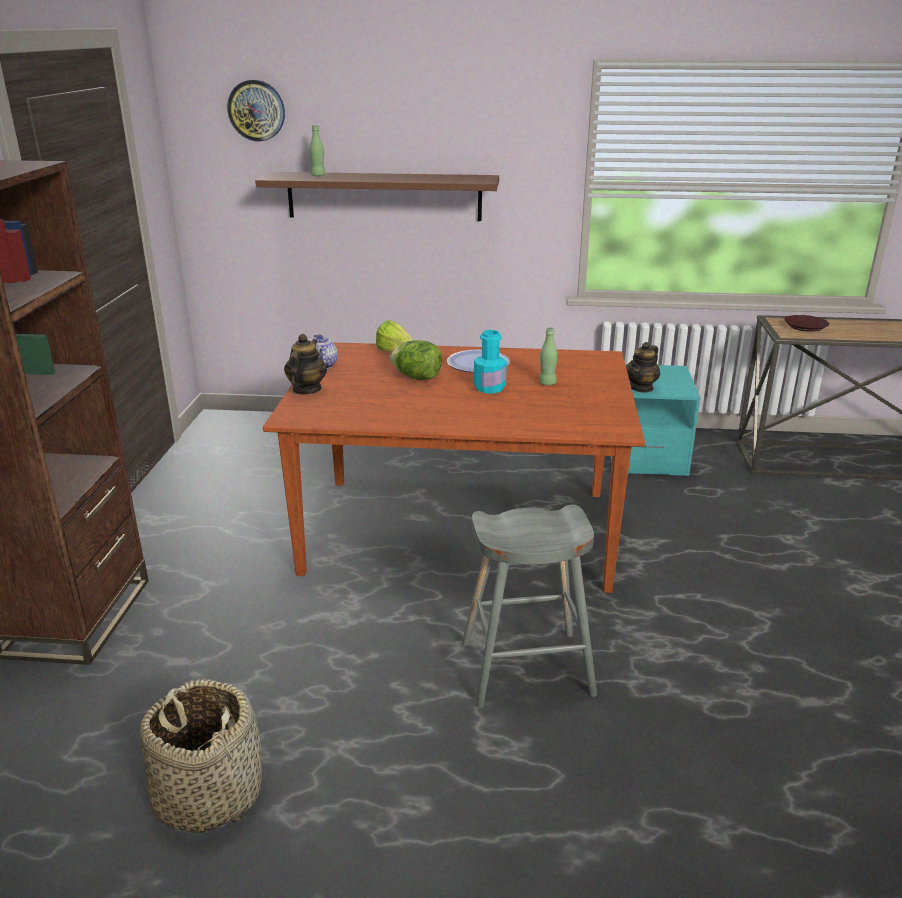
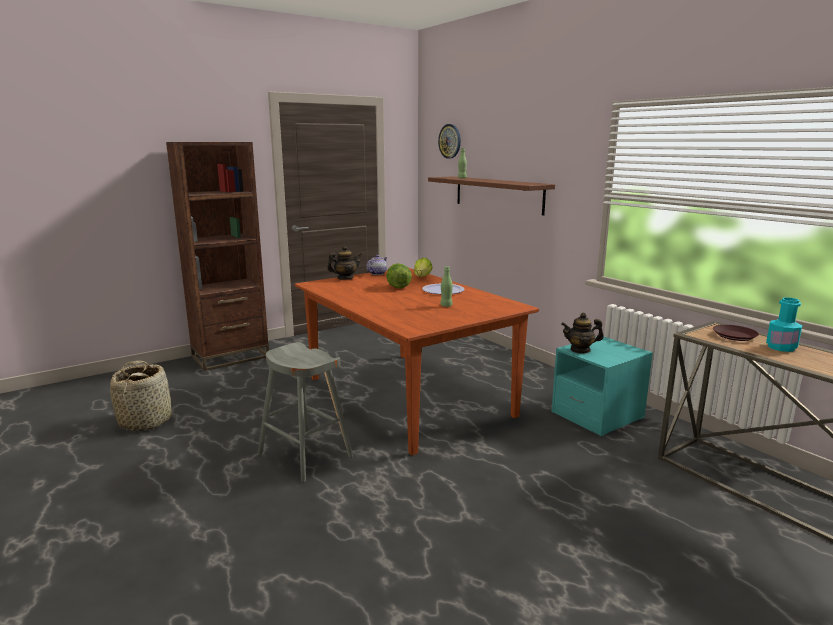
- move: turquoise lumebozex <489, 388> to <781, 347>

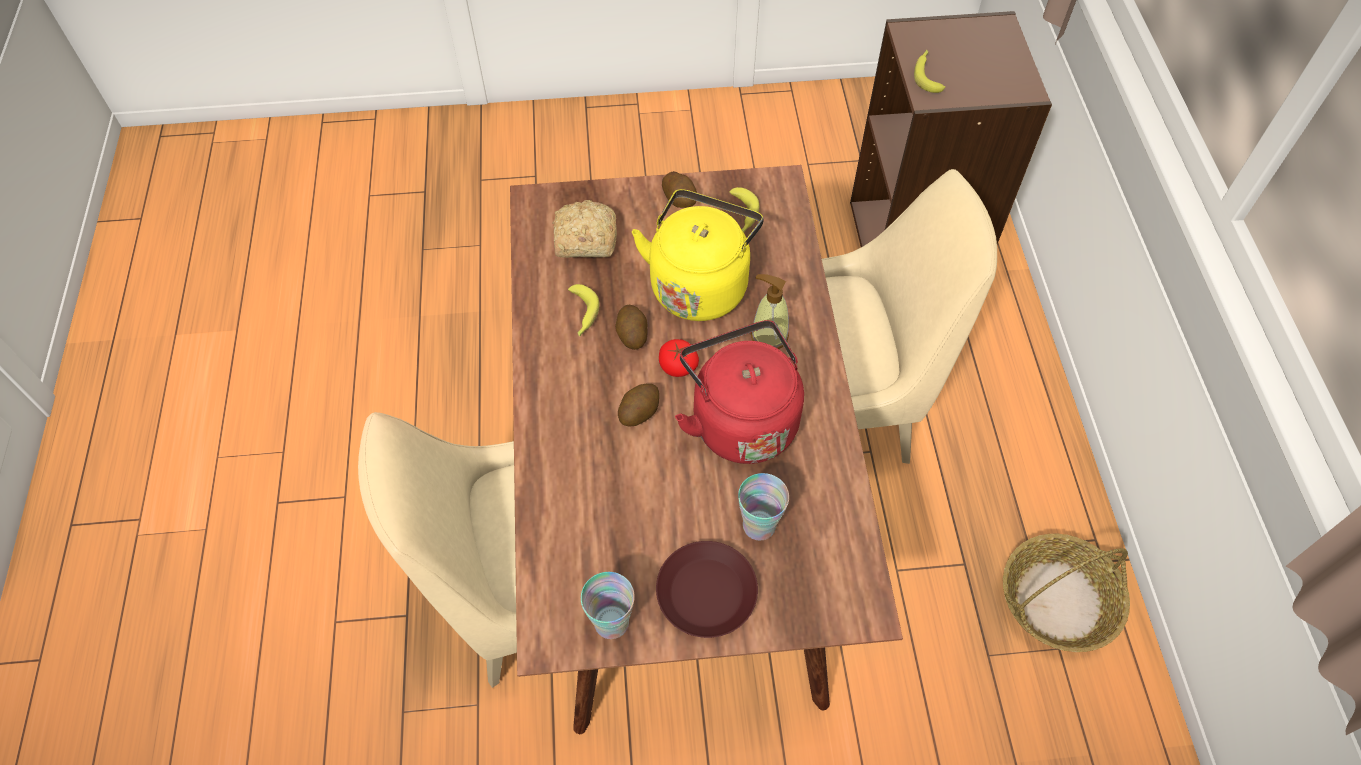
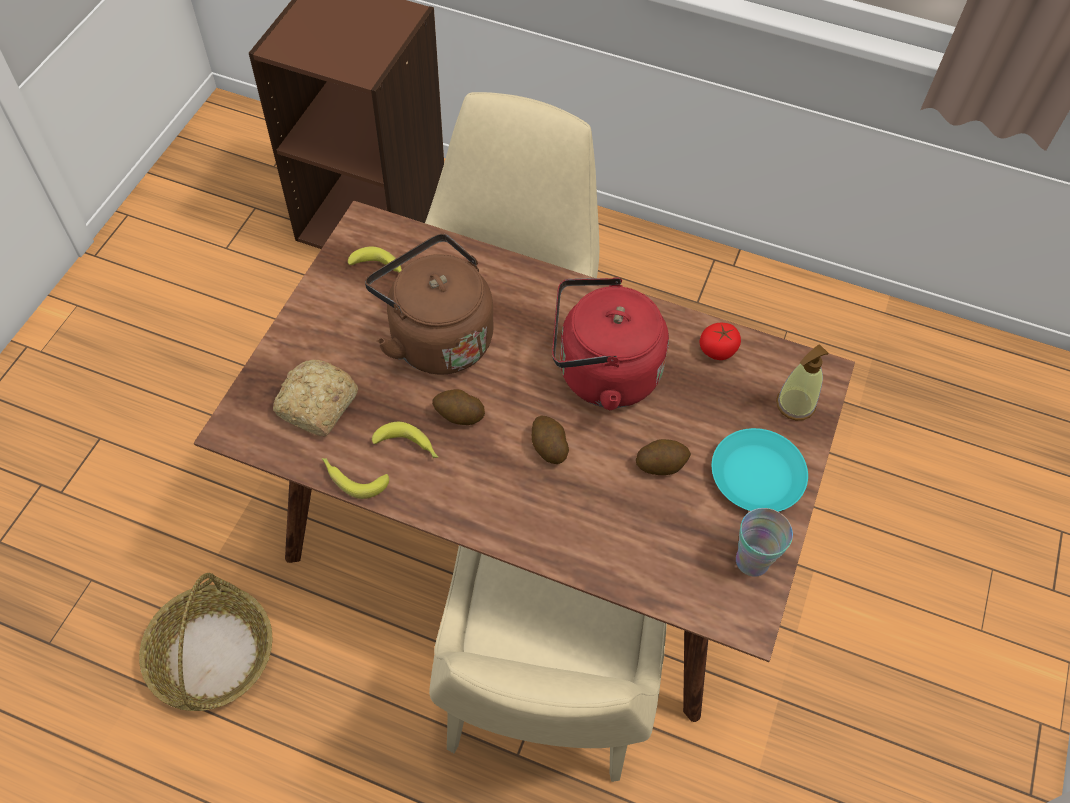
- move: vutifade <1058, 599> to <212, 654>
- move: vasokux <927, 74> to <353, 478>
- recolor: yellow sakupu <700, 284> to brown sakupu <436, 337>
- move: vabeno <680, 199> to <661, 464>
- move: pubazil <678, 366> to <718, 349>
- recolor: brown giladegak <707, 593> to turquoise giladegak <757, 475>
- move: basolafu <769, 335> to <795, 404>
- delete: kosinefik <759, 525>

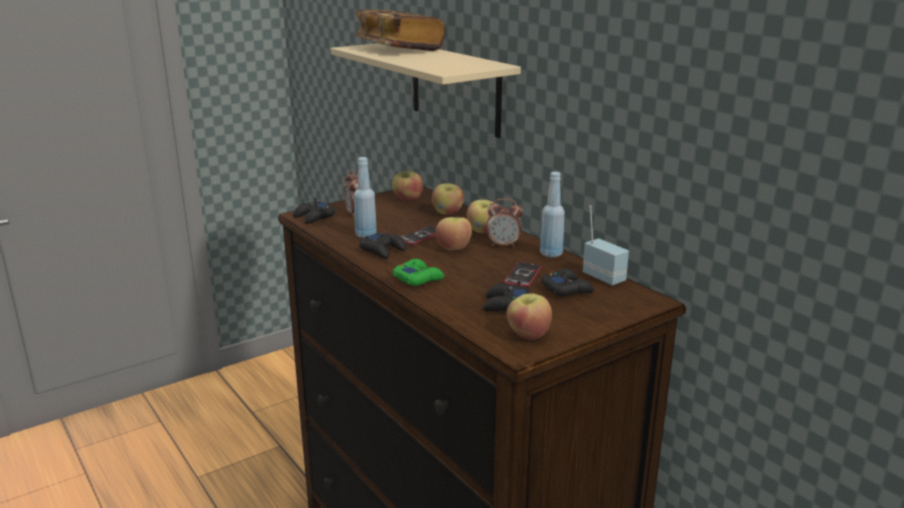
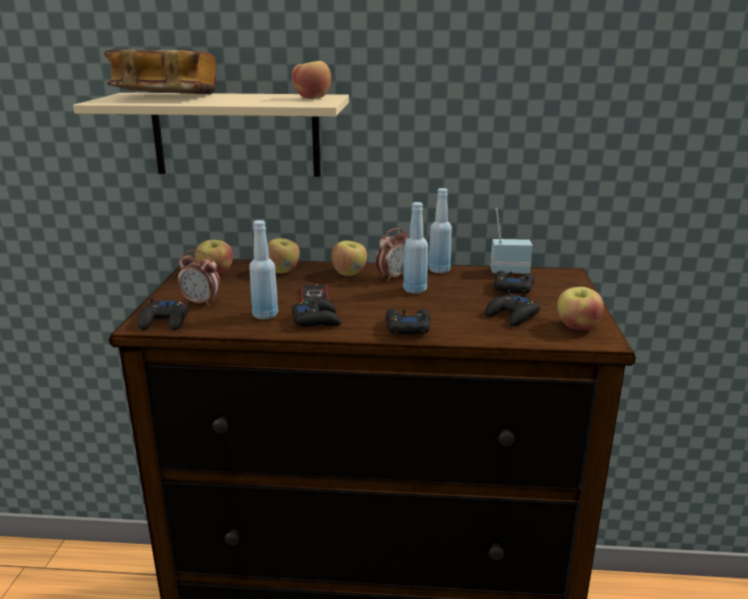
- move: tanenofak <453, 248> to <311, 98>
- recolor: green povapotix <418, 278> to black povapotix <407, 327>
- insert: blue lumebozex <415, 290>
- delete: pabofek <523, 275>

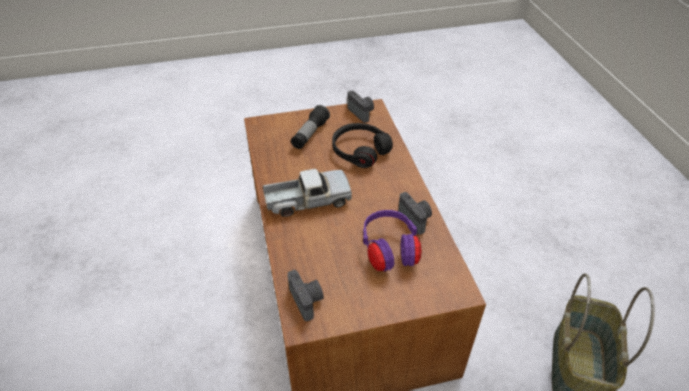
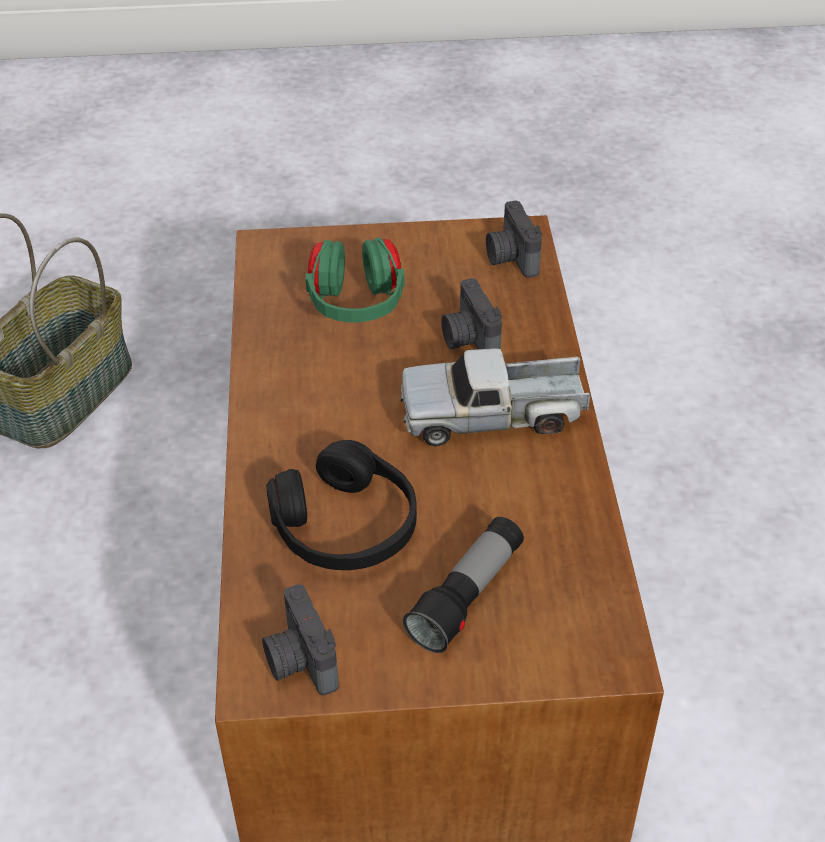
- recolor: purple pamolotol <389, 252> to green pamolotol <356, 307>
- move: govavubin <416, 219> to <468, 340>

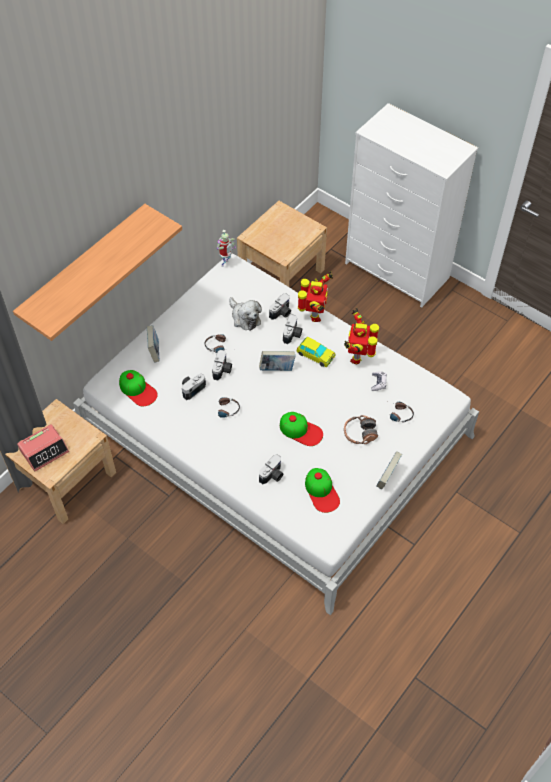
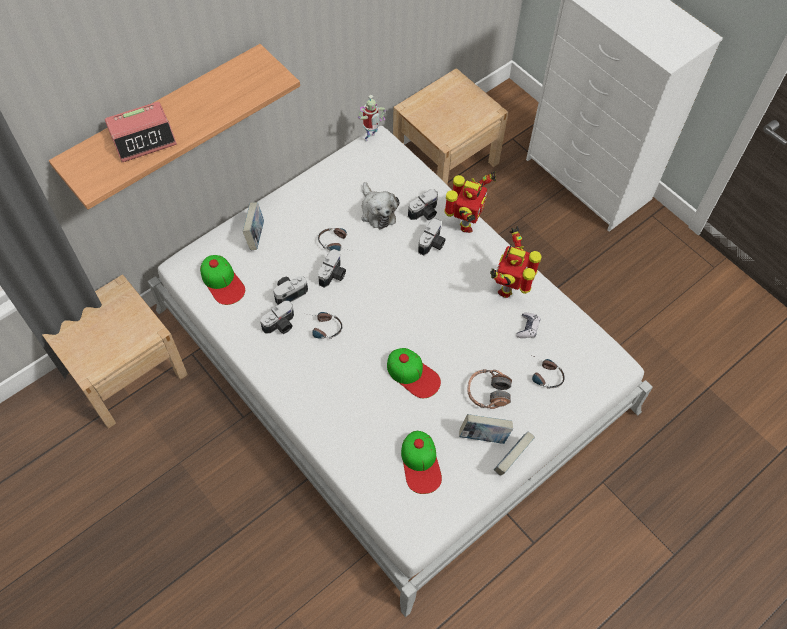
- move: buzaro <44, 450> to <143, 138>
- move: govavubin <273, 475> to <281, 325>
- move: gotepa <277, 369> to <483, 436>
- delete: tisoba <315, 355>

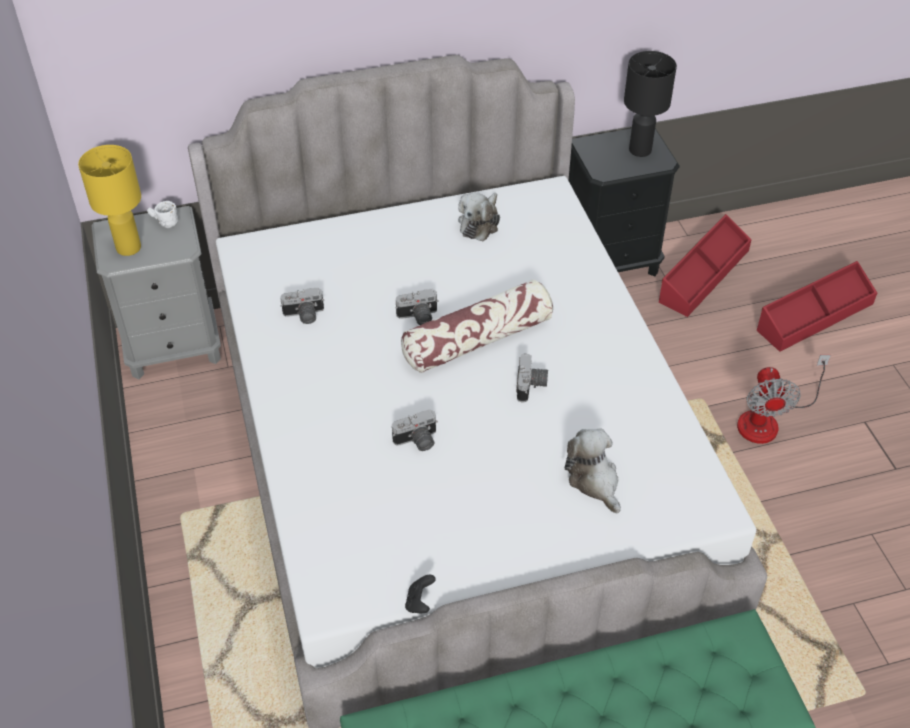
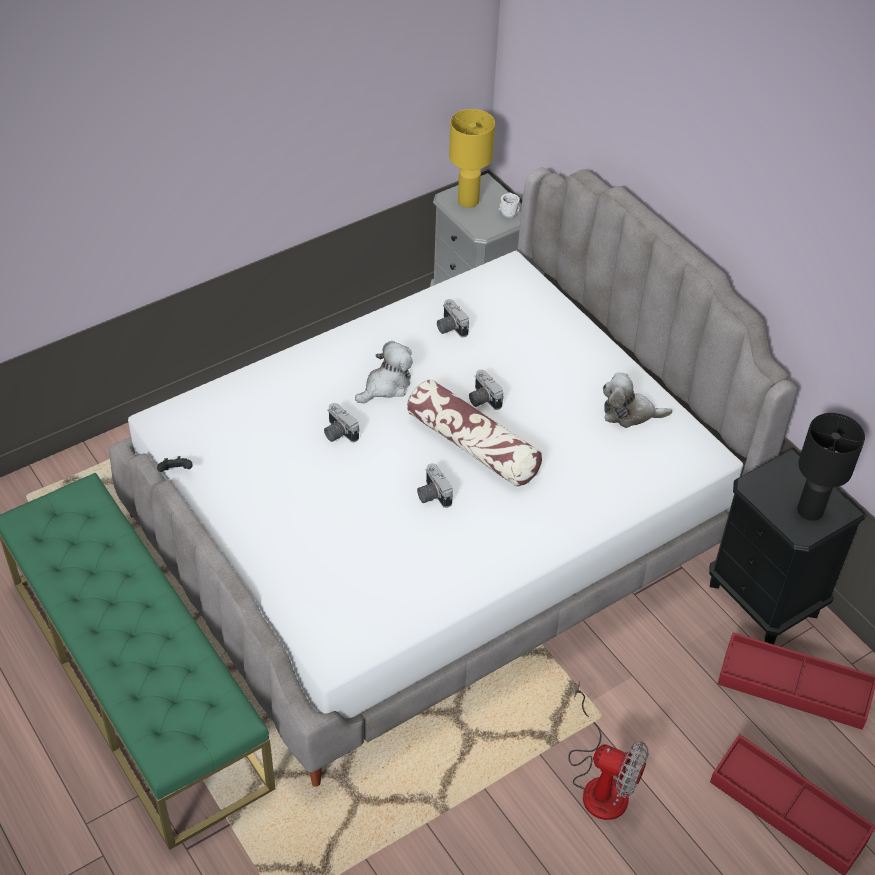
- move: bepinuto <594, 480> to <386, 386>
- rotate: govavubin <531, 386> = <431, 495> 75 degrees clockwise
- rotate: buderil <768, 420> = <600, 783> 135 degrees counterclockwise

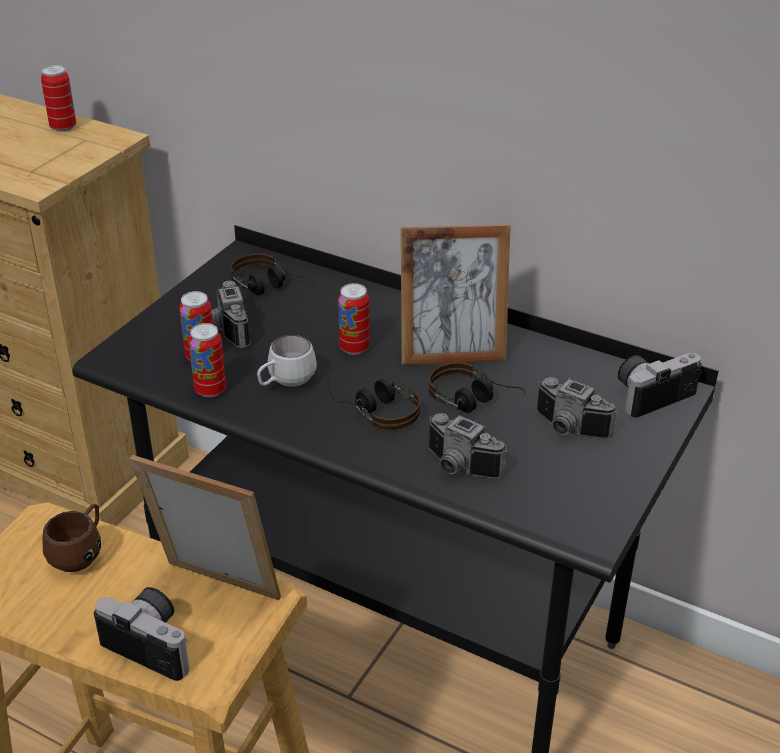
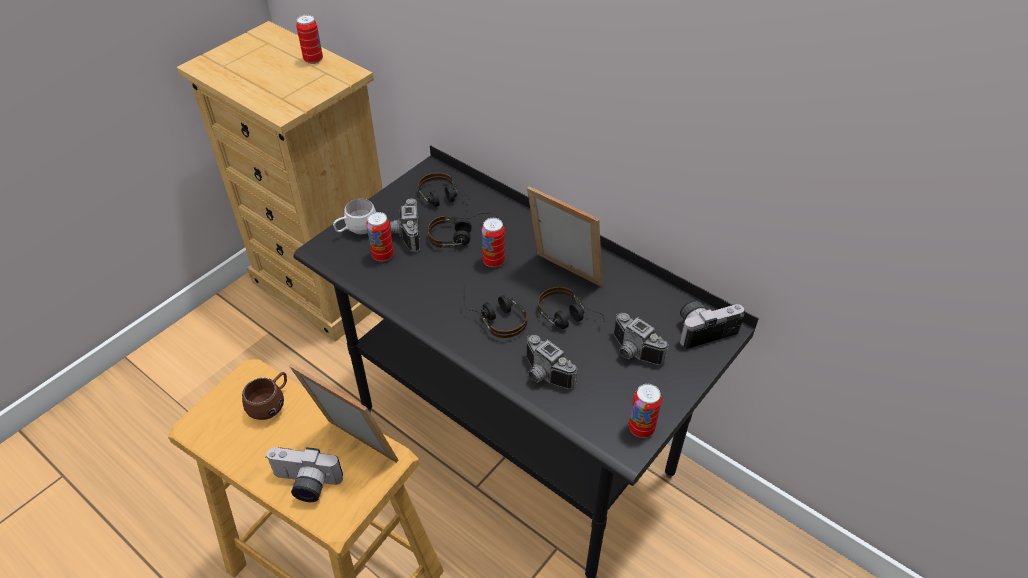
- rotate: govavubin <154, 643> = <305, 484> 150 degrees clockwise
- move: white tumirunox <285, 383> to <357, 230>
- insert: pamolotol <461, 236>
- rotate: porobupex <452, 354> = <563, 275> 150 degrees counterclockwise
- move: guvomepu <210, 390> to <641, 428>

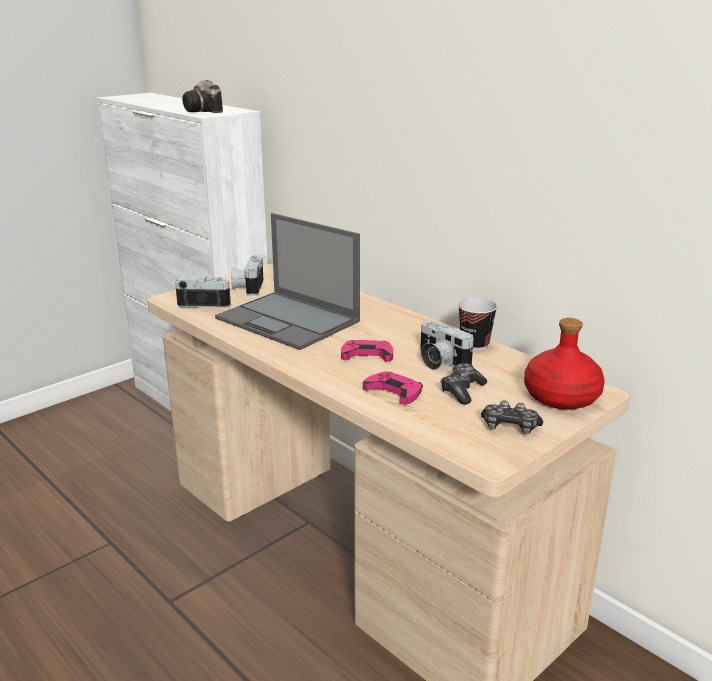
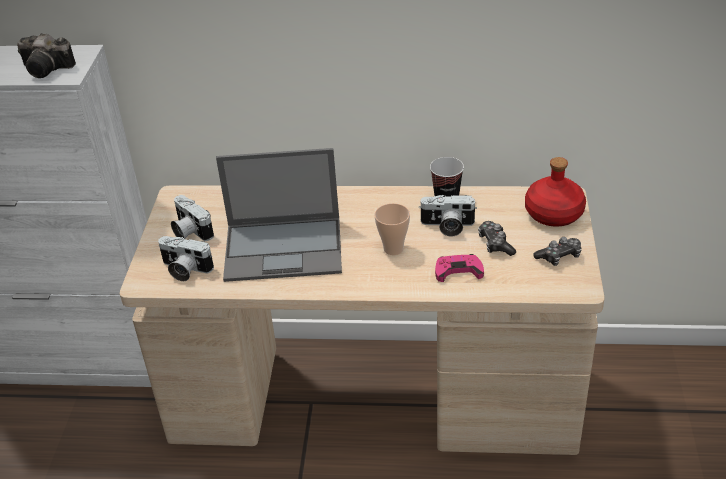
- rotate: govavubin <205, 303> = <184, 270> 120 degrees counterclockwise
- replace: pink povapotix <367, 355> to kosinefik <393, 249>

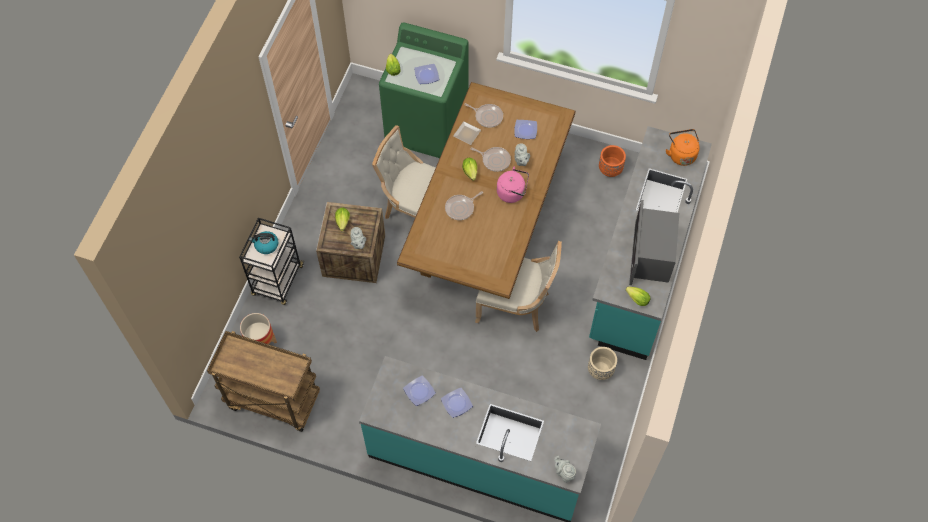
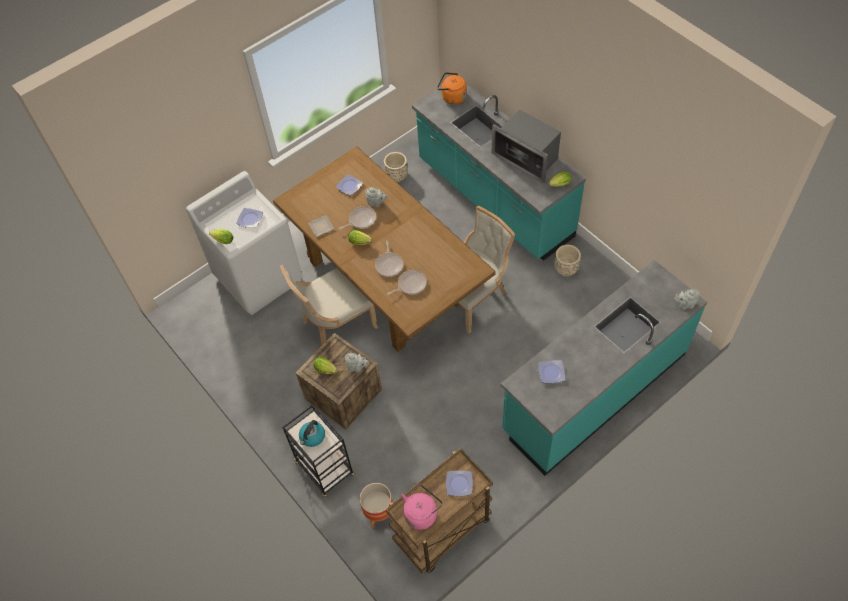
- recolor: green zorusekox <427, 126> to white zorusekox <259, 277>
- recolor: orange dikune <610, 169> to beige dikune <396, 176>
- move: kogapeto <487, 116> to <410, 284>
- move: pink sakupu <512, 193> to <422, 513>
- move: giladegak <457, 403> to <459, 483>

